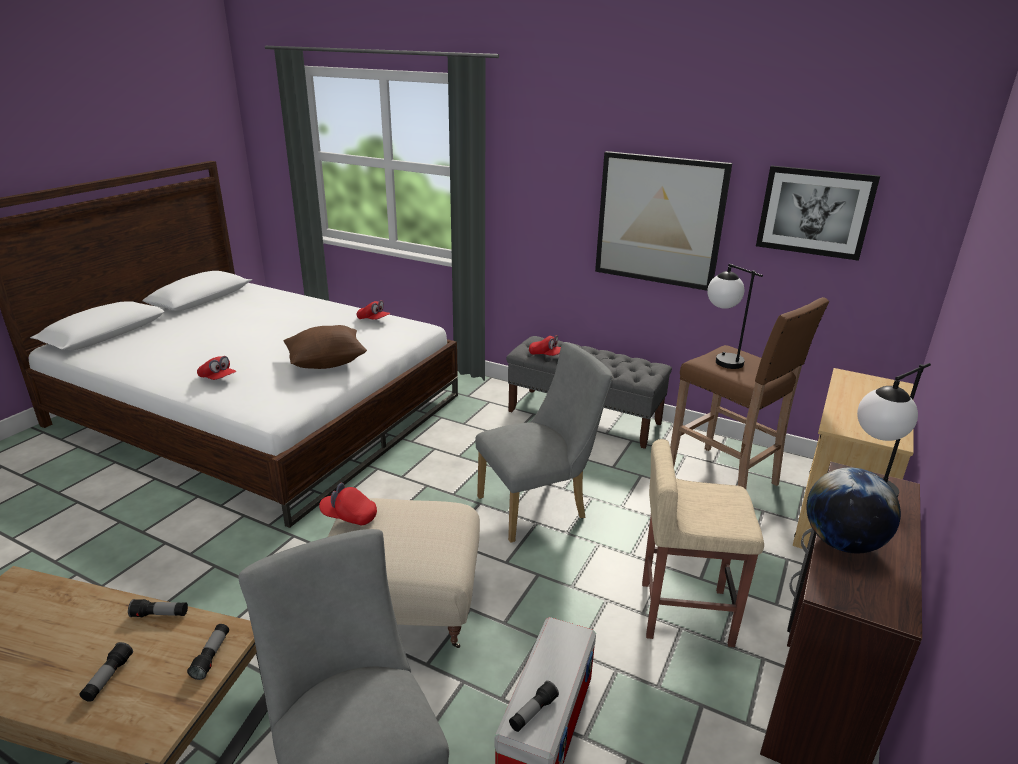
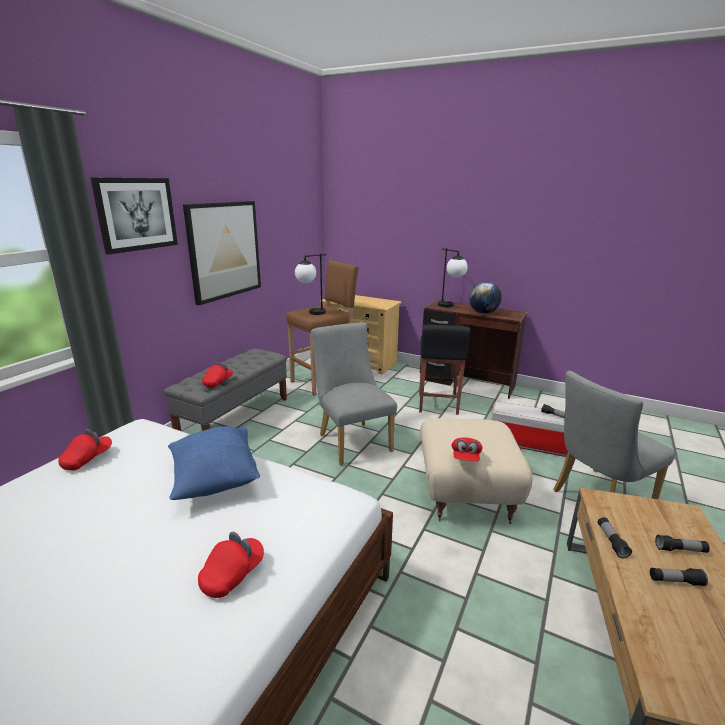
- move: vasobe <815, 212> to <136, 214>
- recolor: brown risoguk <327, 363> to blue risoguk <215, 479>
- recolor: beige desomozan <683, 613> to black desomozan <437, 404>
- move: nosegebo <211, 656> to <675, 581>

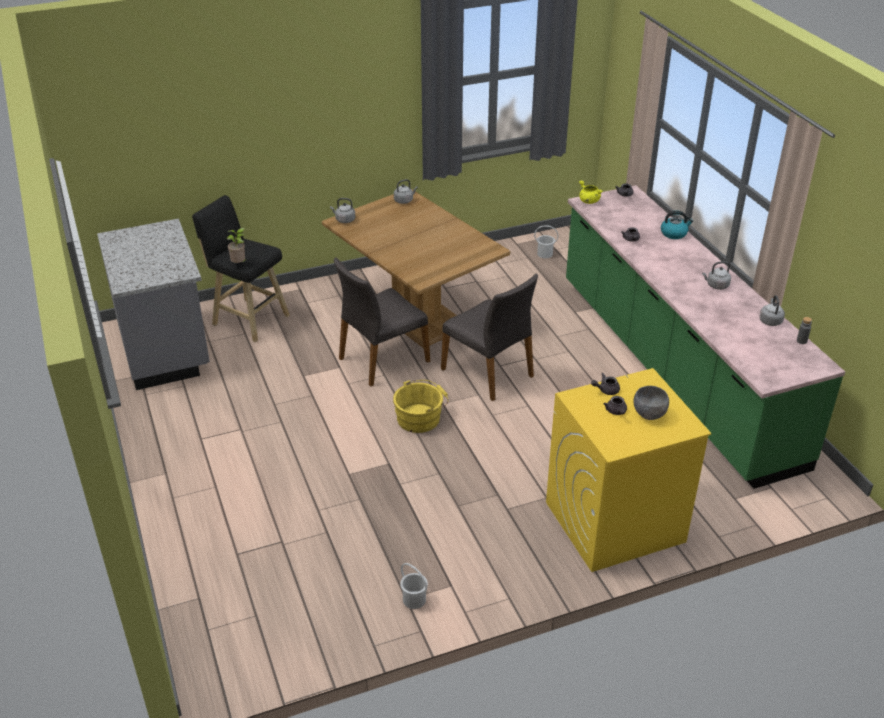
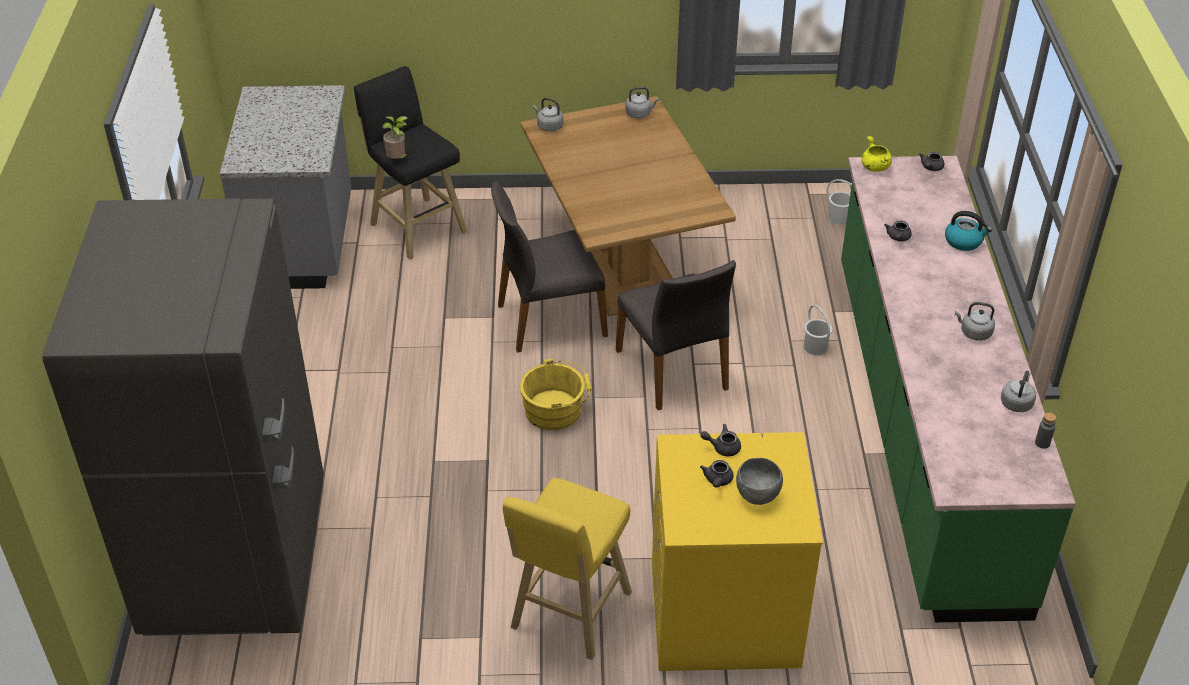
- insert: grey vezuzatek <238, 557>
- insert: yellow desomozan <568, 614>
- move: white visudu <414, 599> to <815, 347>

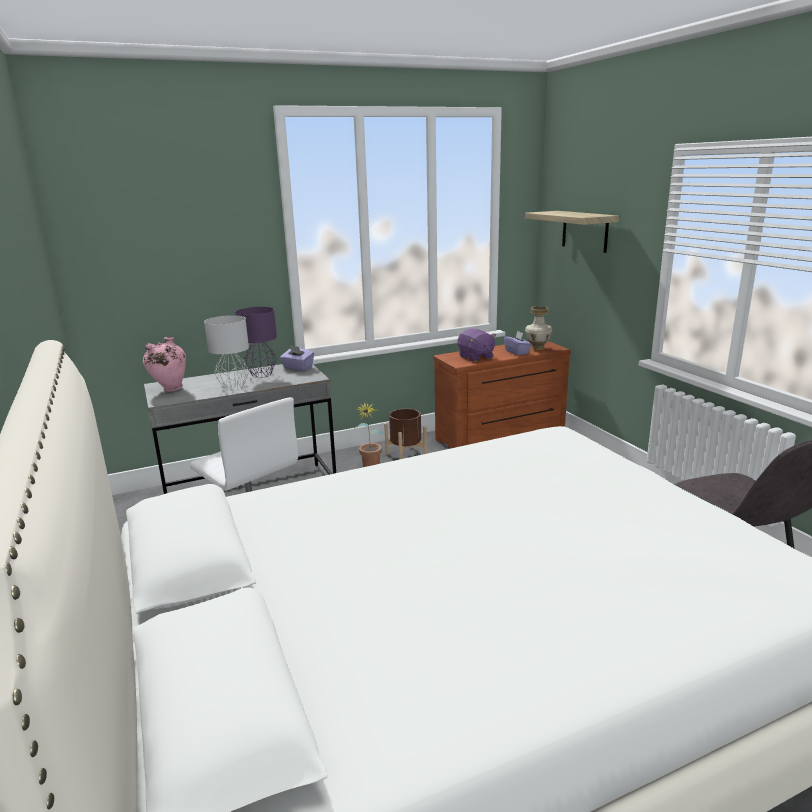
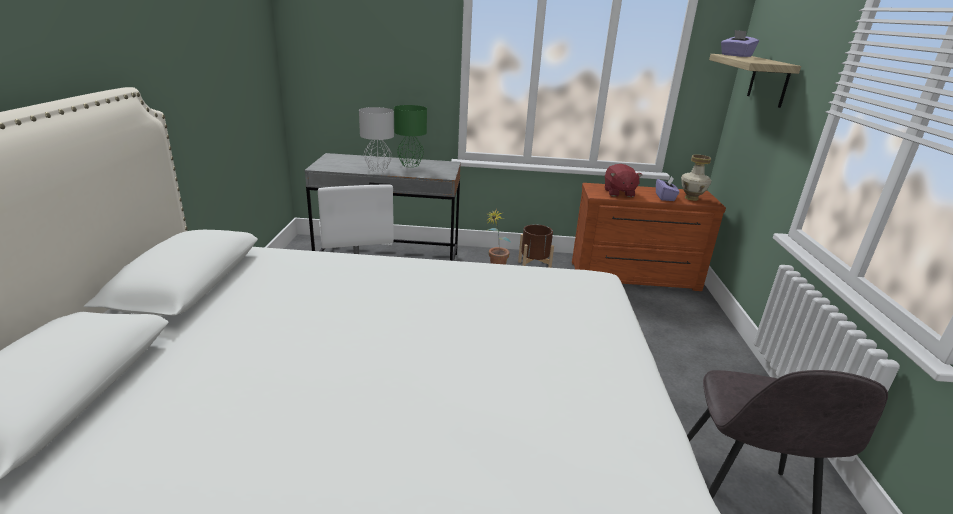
- recolor: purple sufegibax <261, 375> to green sufegibax <410, 164>
- recolor: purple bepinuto <475, 357> to red bepinuto <618, 193>
- move: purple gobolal <297, 368> to <735, 55>
- delete: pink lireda <169, 389>

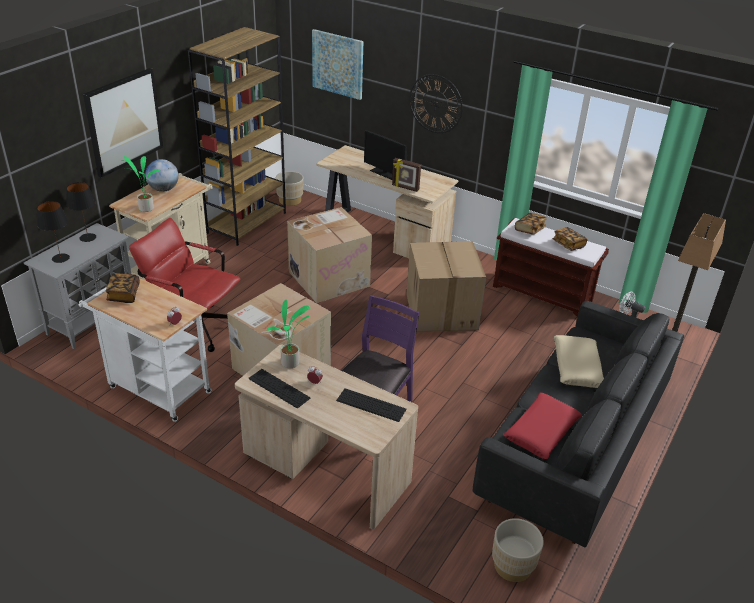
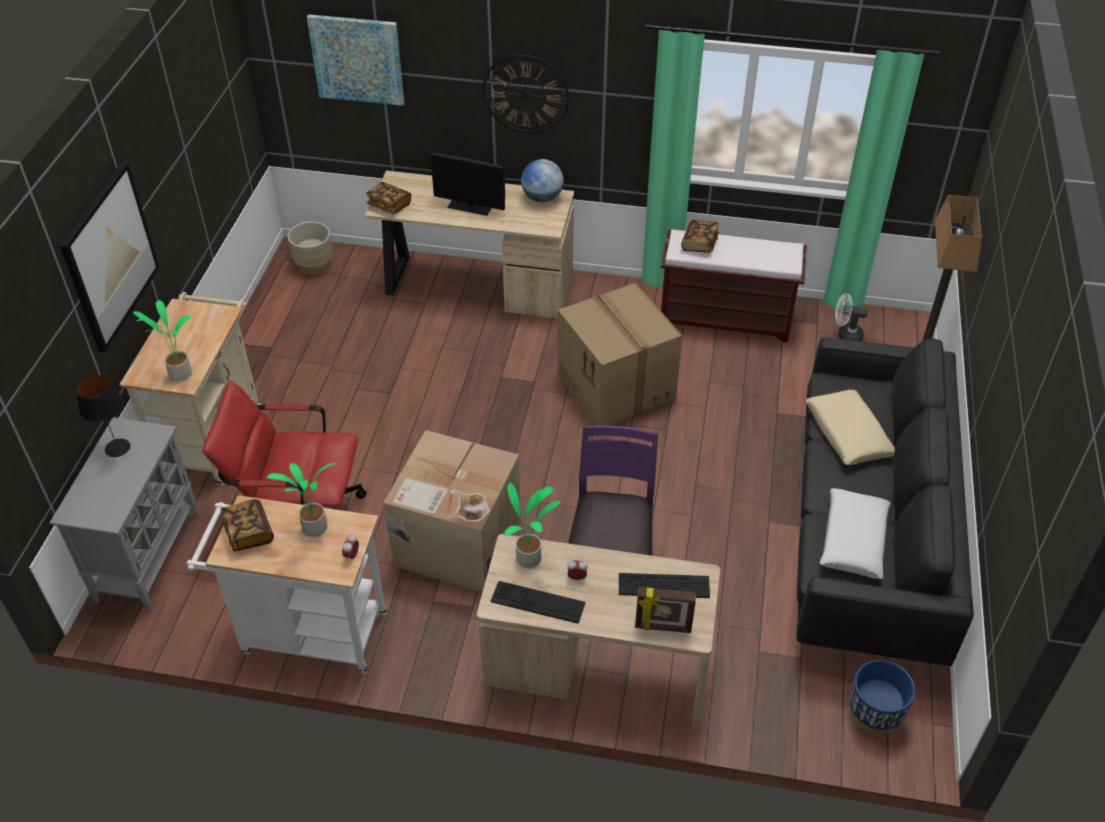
- insert: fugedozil <313, 529>
- move: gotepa <568, 244> to <389, 205>
- move: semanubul <164, 189> to <542, 198>
- move: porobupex <405, 188> to <663, 627>
- recolor: red risoguk <541, 431> to white risoguk <853, 540>
- recolor: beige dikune <513, 566> to blue dikune <874, 714>
- delete: black sufegibax <60, 258>
- delete: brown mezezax <247, 222>
- delete: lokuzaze <329, 278>

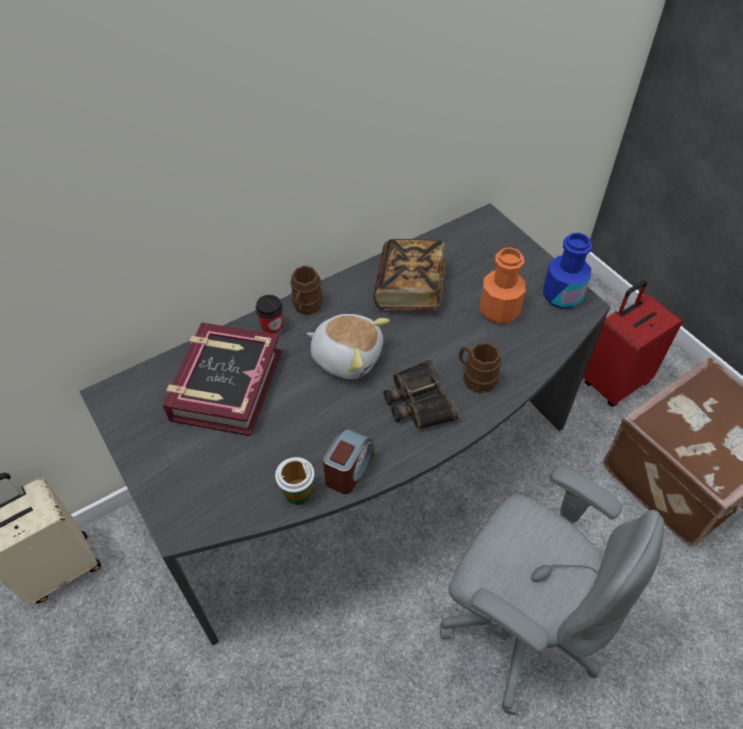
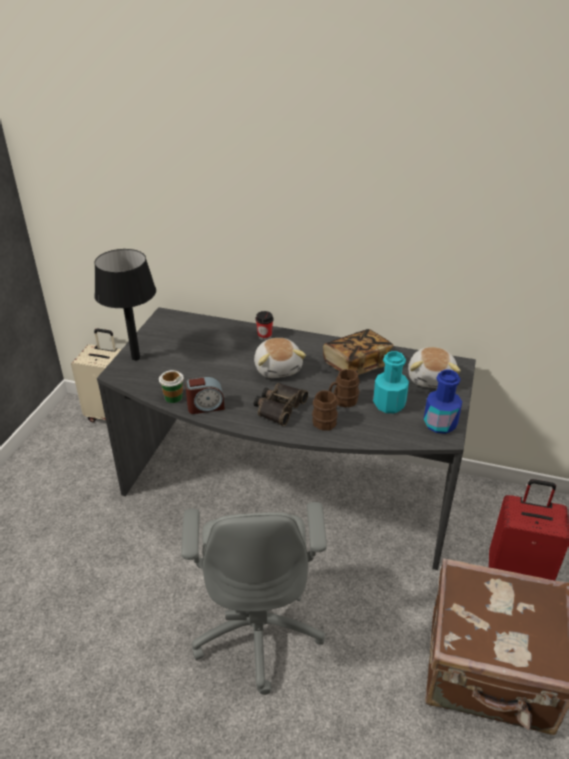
- insert: black sufegibax <135, 357>
- move: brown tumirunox <306, 307> to <342, 401>
- recolor: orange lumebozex <499, 310> to turquoise lumebozex <389, 404>
- insert: bepinuto <431, 378>
- delete: gotepa <226, 385>

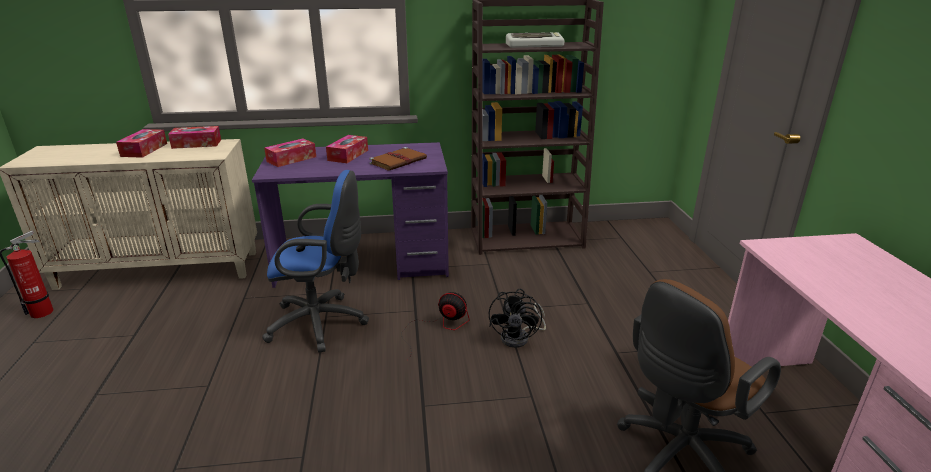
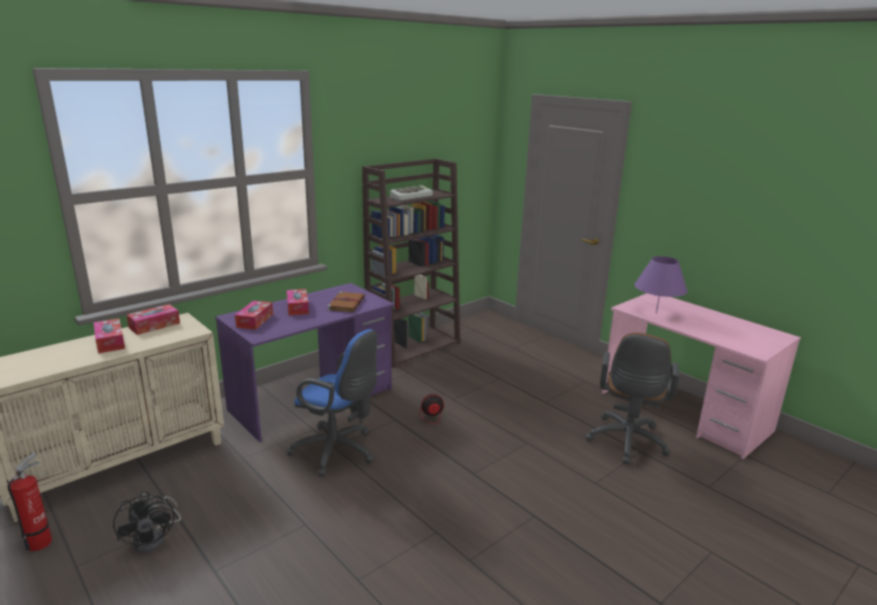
- move: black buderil <520, 337> to <155, 538>
- rotate: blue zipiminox <322, 323> = <338, 452> 60 degrees clockwise
- insert: purple sufegibax <656, 313>

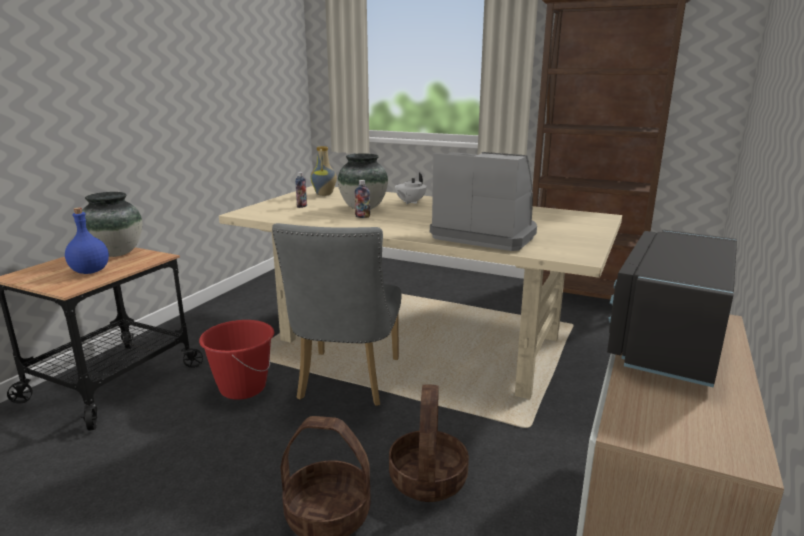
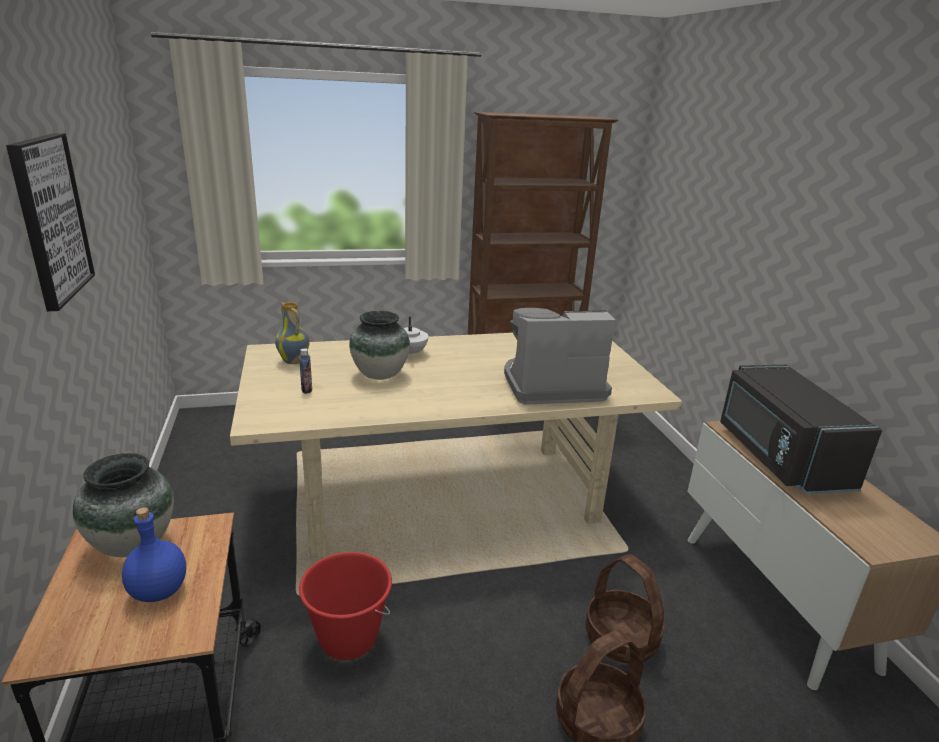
- insert: vasobe <50, 219>
- delete: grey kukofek <346, 383>
- delete: lumebozex <362, 217>

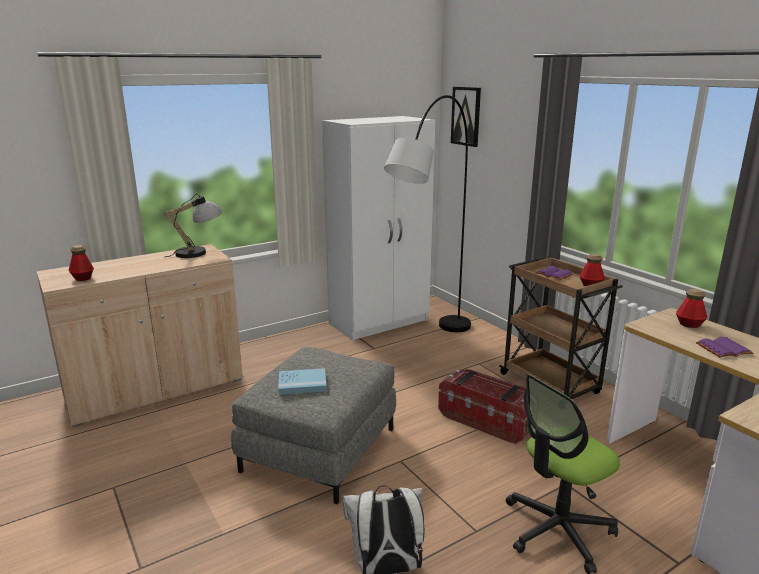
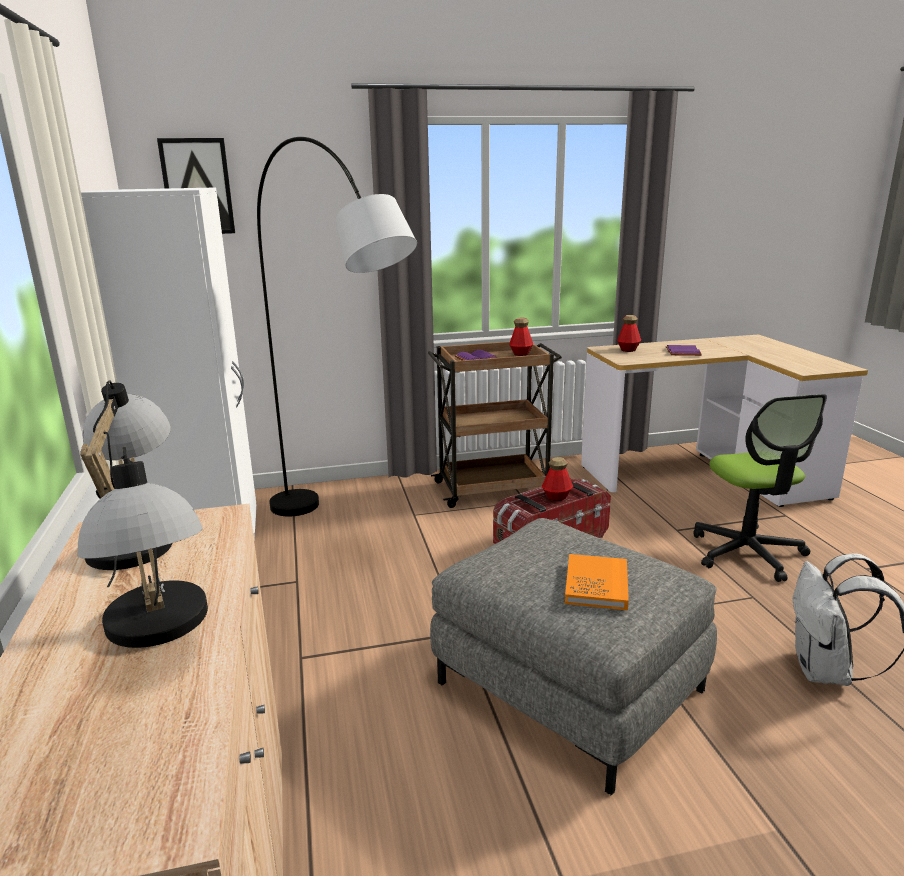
- insert: sufegibax <160, 633>
- move: lumebozex <82, 278> to <557, 497>
- recolor: blue gotepa <302, 383> to orange gotepa <596, 585>

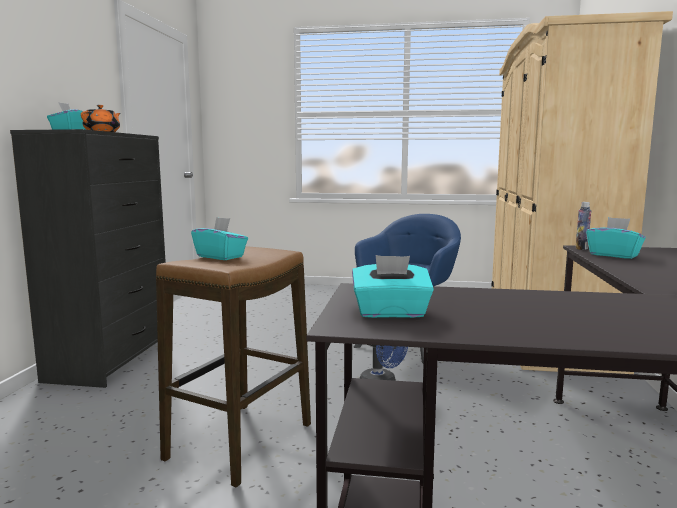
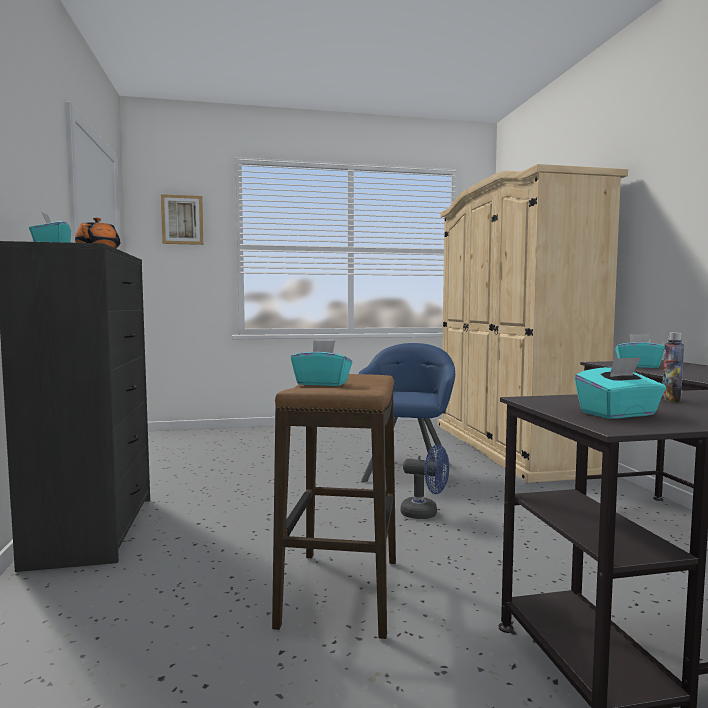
- insert: vasobe <182, 220>
- move: lumebozex <581, 248> to <671, 400>

